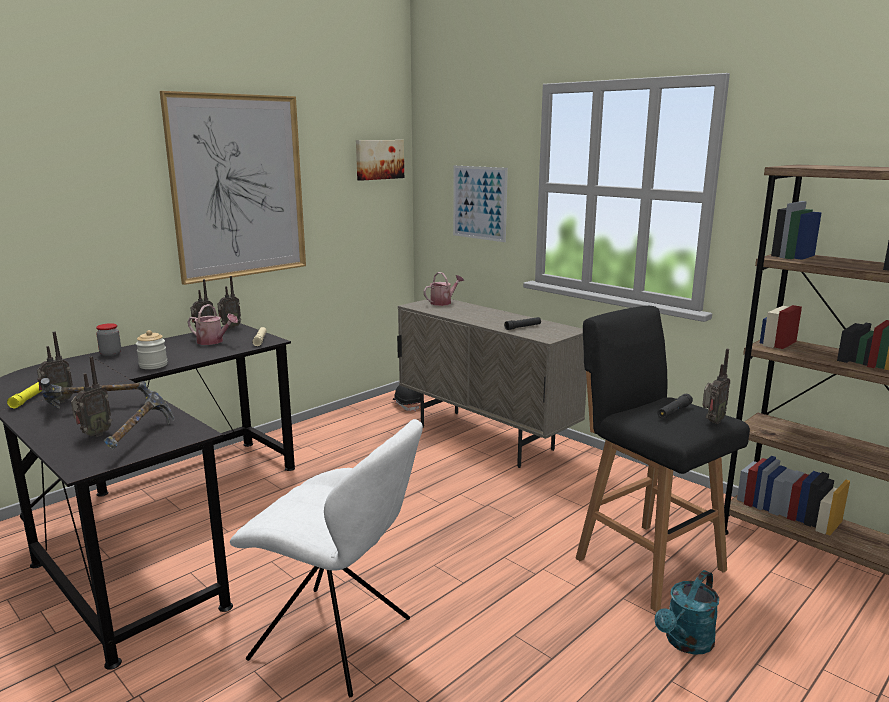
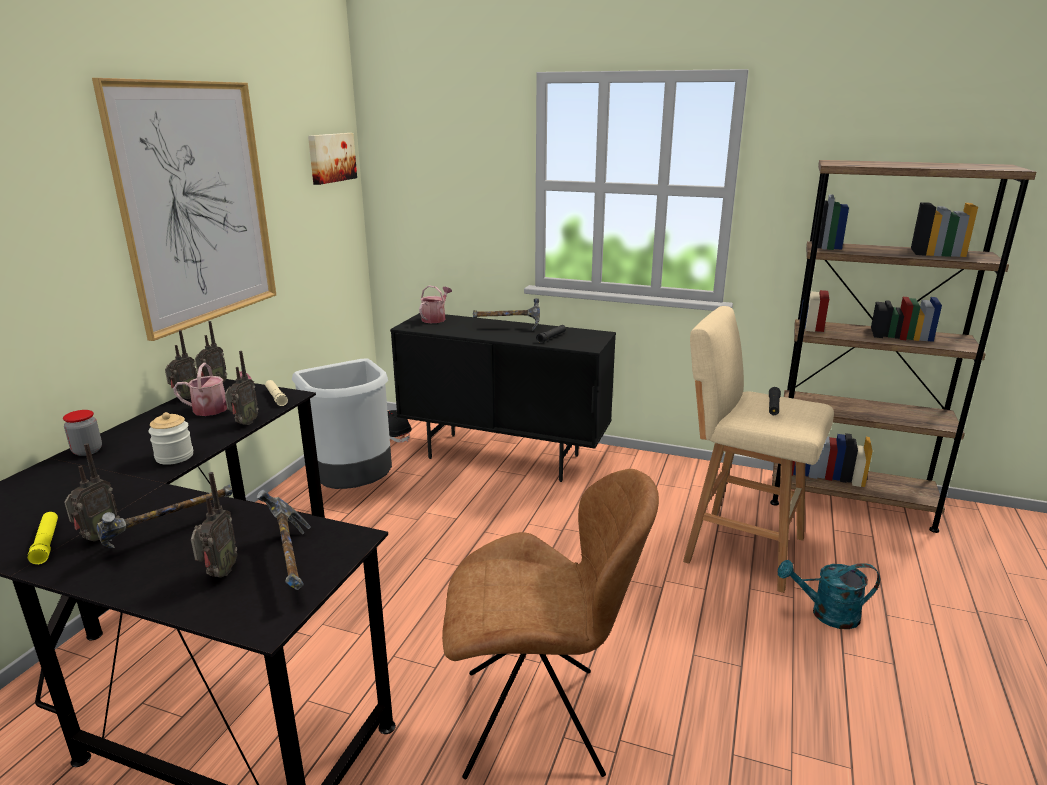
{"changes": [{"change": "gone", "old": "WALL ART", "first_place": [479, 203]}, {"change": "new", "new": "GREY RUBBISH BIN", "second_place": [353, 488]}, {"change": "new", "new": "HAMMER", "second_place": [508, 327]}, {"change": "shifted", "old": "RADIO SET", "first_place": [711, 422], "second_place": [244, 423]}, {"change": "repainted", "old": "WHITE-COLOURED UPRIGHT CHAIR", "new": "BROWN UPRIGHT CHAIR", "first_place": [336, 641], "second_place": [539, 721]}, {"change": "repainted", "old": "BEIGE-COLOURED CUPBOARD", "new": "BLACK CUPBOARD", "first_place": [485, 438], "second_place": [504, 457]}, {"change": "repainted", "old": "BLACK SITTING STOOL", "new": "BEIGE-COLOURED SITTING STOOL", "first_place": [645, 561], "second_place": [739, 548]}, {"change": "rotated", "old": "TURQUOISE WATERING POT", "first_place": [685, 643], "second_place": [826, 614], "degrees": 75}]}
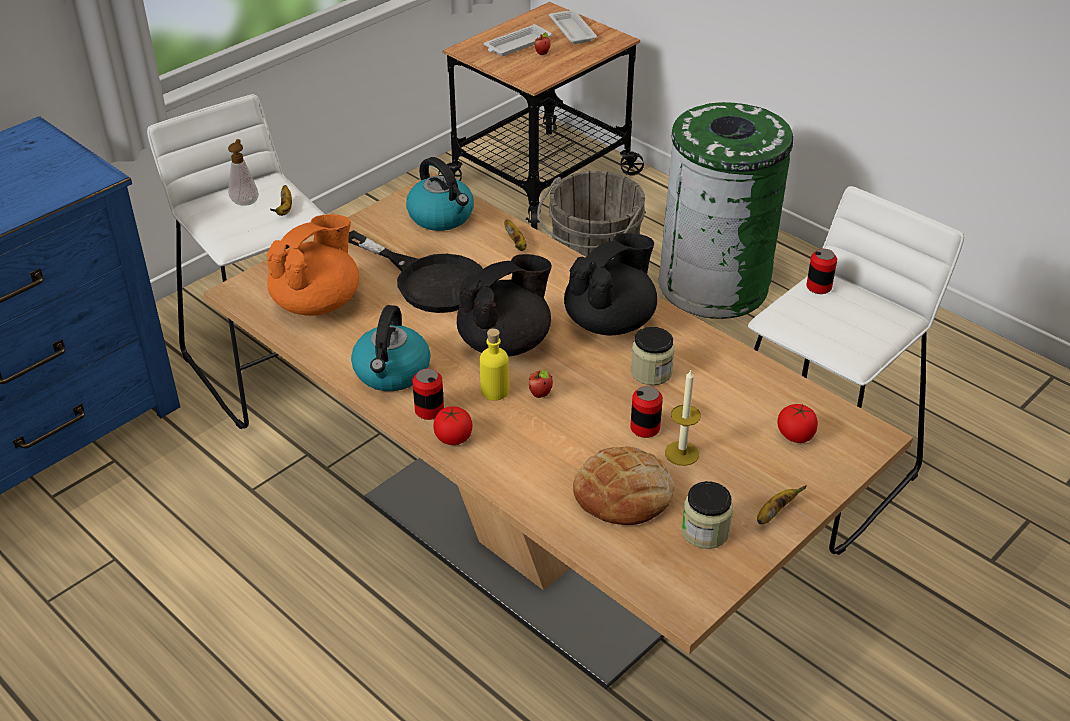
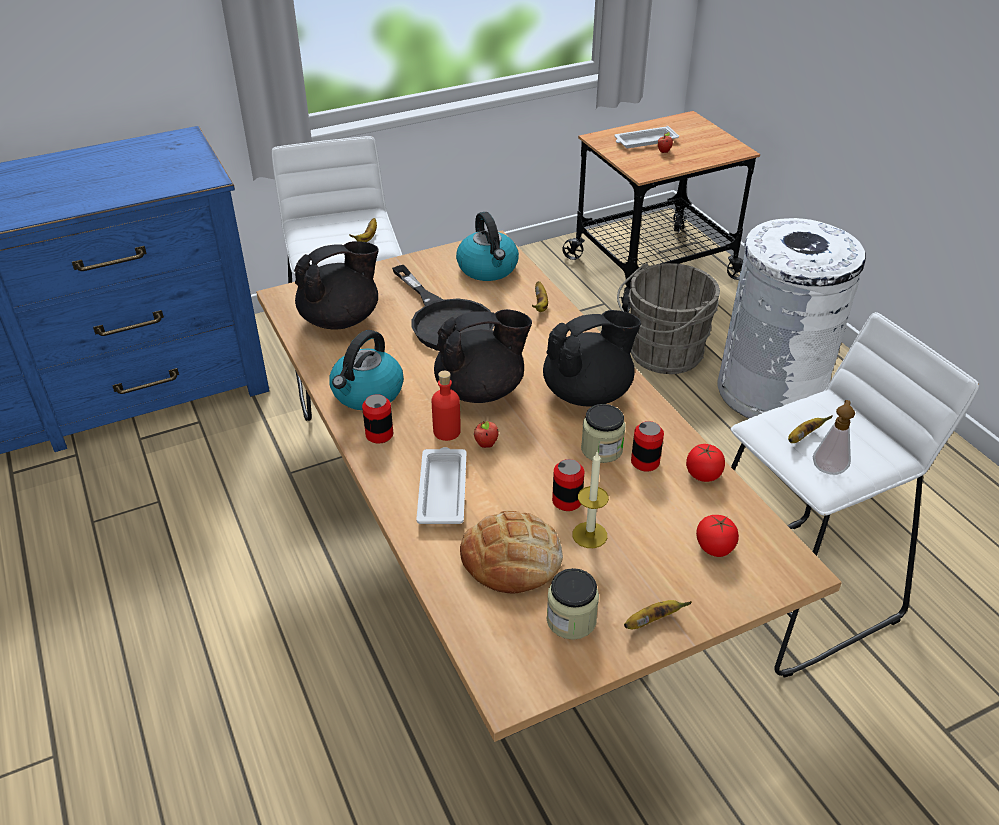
{"changes": [{"change": "new", "new": "BANANA", "second_place": [803, 437]}, {"change": "shifted", "old": "SOAP DISPENSER", "first_place": [245, 201], "second_place": [828, 468]}, {"change": "shifted", "old": "TOMATO", "first_place": [453, 438], "second_place": [703, 474]}, {"change": "shifted", "old": "WHITE-COLOURED CARRYING TRAY", "first_place": [572, 30], "second_place": [442, 490]}, {"change": "shifted", "old": "METAL CAN", "first_place": [819, 287], "second_place": [645, 462]}, {"change": "repainted", "old": "ORANGE TEA POT", "new": "BLACK TEA POT", "first_place": [318, 302], "second_place": [341, 319]}, {"change": "repainted", "old": "YELLOW-COLOURED BOTTLE", "new": "RED BOTTLE", "first_place": [494, 391], "second_place": [447, 431]}, {"change": "repainted", "old": "GREEN RUBBISH BIN", "new": "WHITE-COLOURED RUBBISH BIN", "first_place": [714, 285], "second_place": [770, 391]}]}
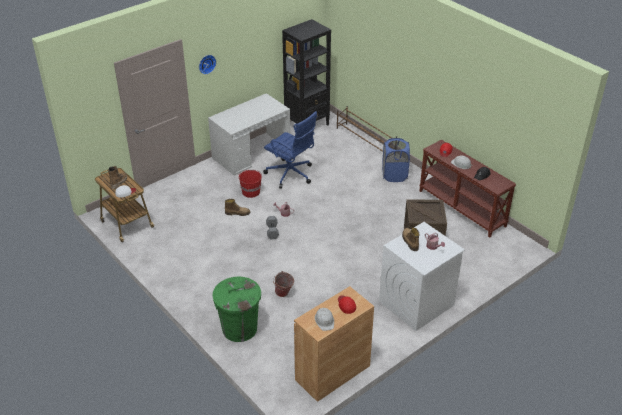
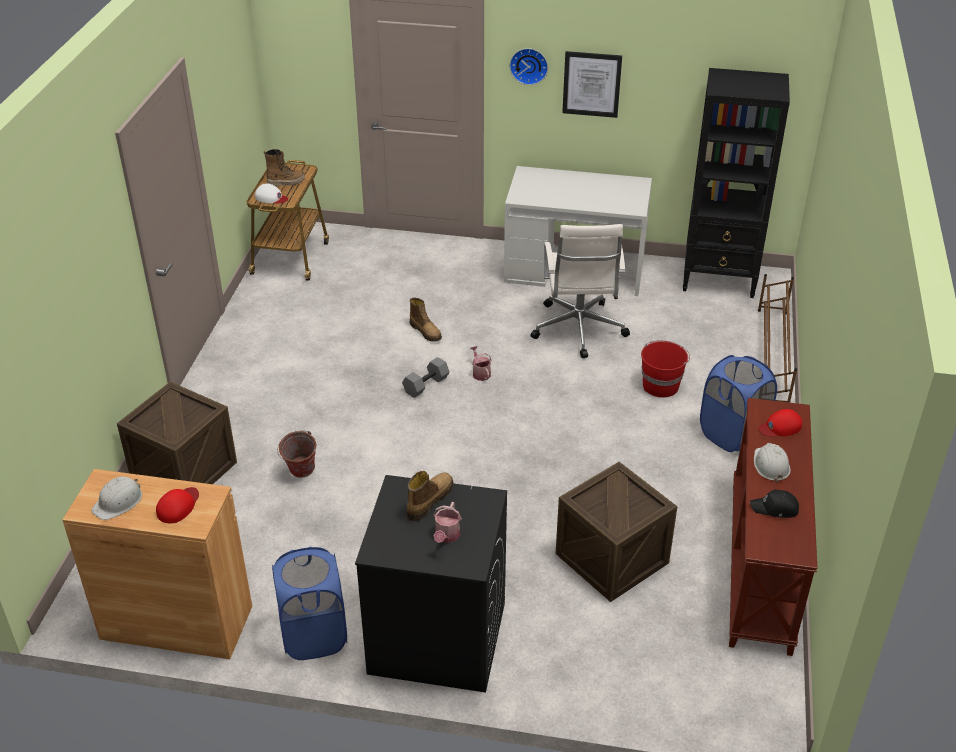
{"changes": [{"change": "new", "new": "BLUISH WASHING BASKET", "second_place": [314, 635]}, {"change": "new", "new": "WALL ART", "second_place": [591, 84]}, {"change": "shifted", "old": "RED PAIL", "first_place": [251, 192], "second_place": [661, 385]}, {"change": "swapped", "old": "GREEN RUBBISH BIN", "new": "CRATE", "first_place": [239, 328], "second_place": [184, 470]}, {"change": "repainted", "old": "BLUISH OFFICE CHAIR", "new": "WHITE-COLOURED OFFICE CHAIR", "first_place": [291, 174], "second_place": [578, 330]}, {"change": "repainted", "old": "WHITE-COLOURED LAUNDRY MACHINE", "new": "BLACK LAUNDRY MACHINE", "first_place": [416, 303], "second_place": [436, 638]}]}
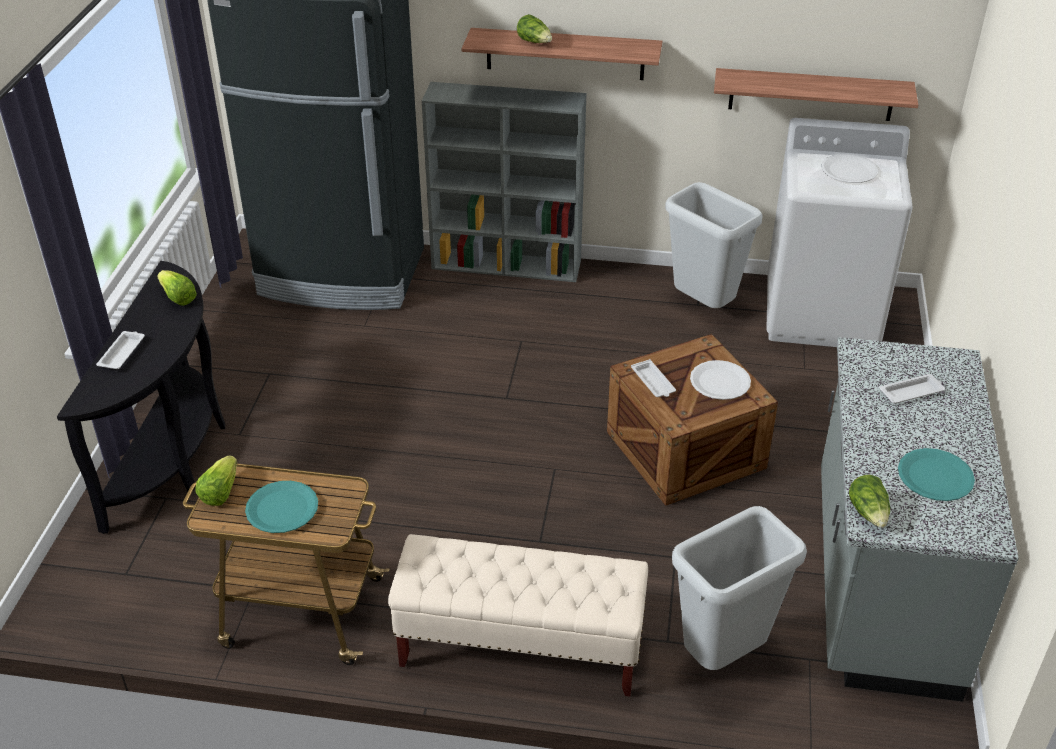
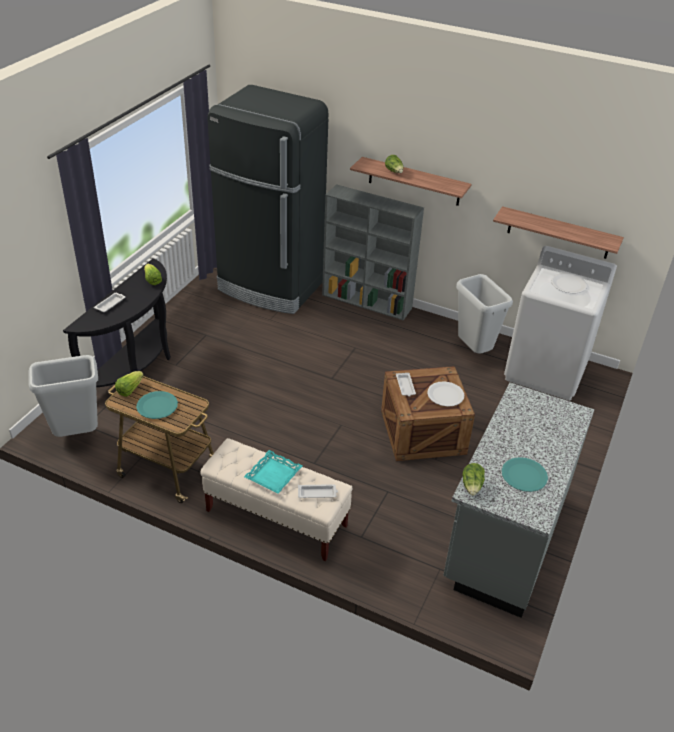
{"changes": [{"change": "new", "new": "TURQUOISE CARRYING TRAY", "second_place": [273, 475]}, {"change": "shifted", "old": "GREY RUBBISH BIN", "first_place": [723, 658], "second_place": [76, 436]}, {"change": "shifted", "old": "WHITE-COLOURED CARRYING TRAY", "first_place": [912, 392], "second_place": [317, 493]}]}
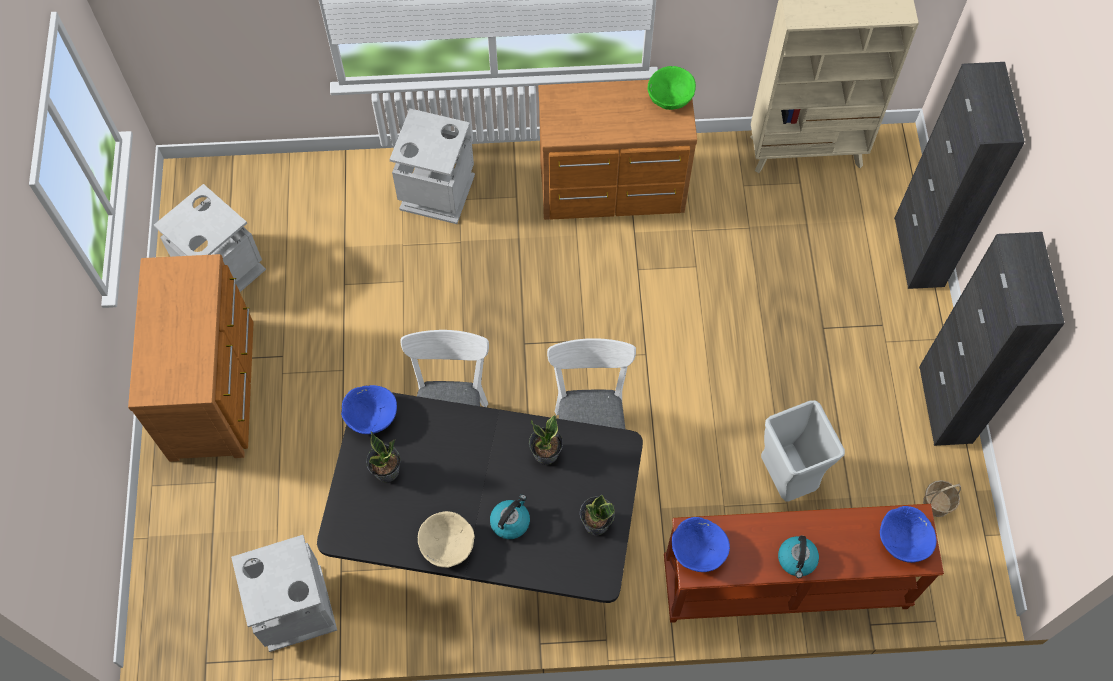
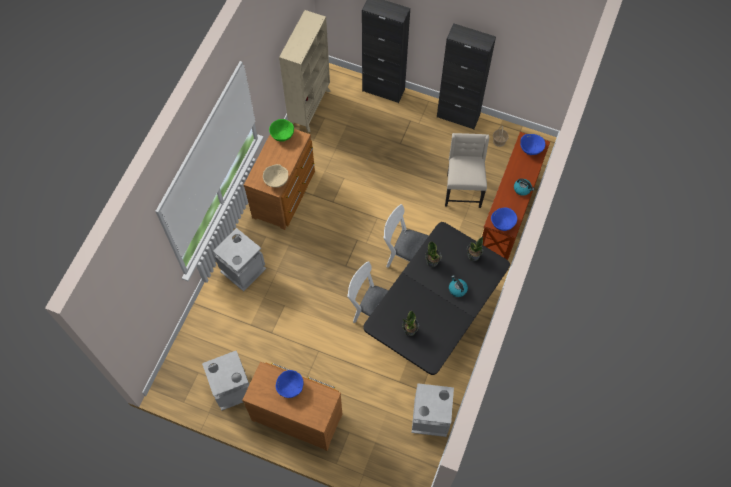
{"changes": [{"change": "shifted", "old": "BLUISH BOWL", "first_place": [371, 416], "second_place": [290, 387]}, {"change": "shifted", "old": "BEIGE-COLOURED BOWL", "first_place": [447, 546], "second_place": [276, 180]}, {"change": "swapped", "old": "GREY RUBBISH BIN", "new": "BEIGE-COLOURED UPRIGHT CHAIR", "first_place": [786, 478], "second_place": [462, 190]}]}
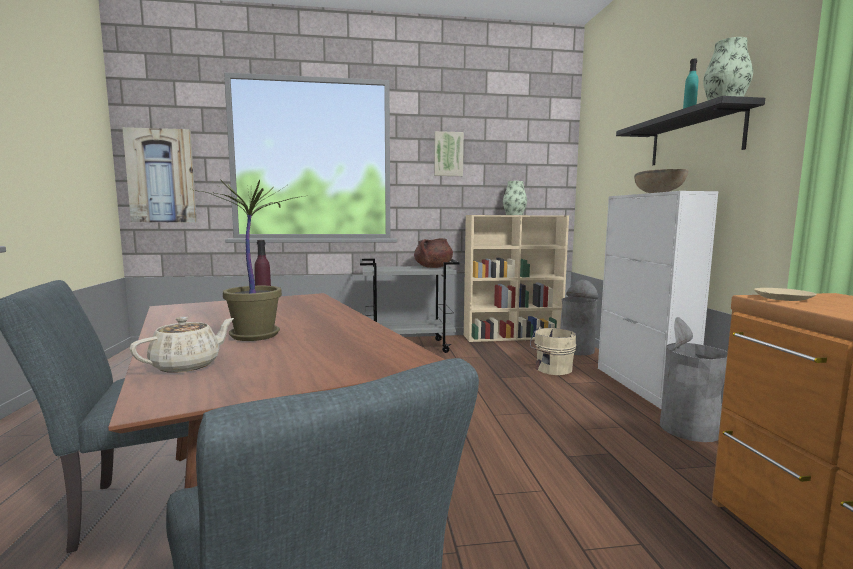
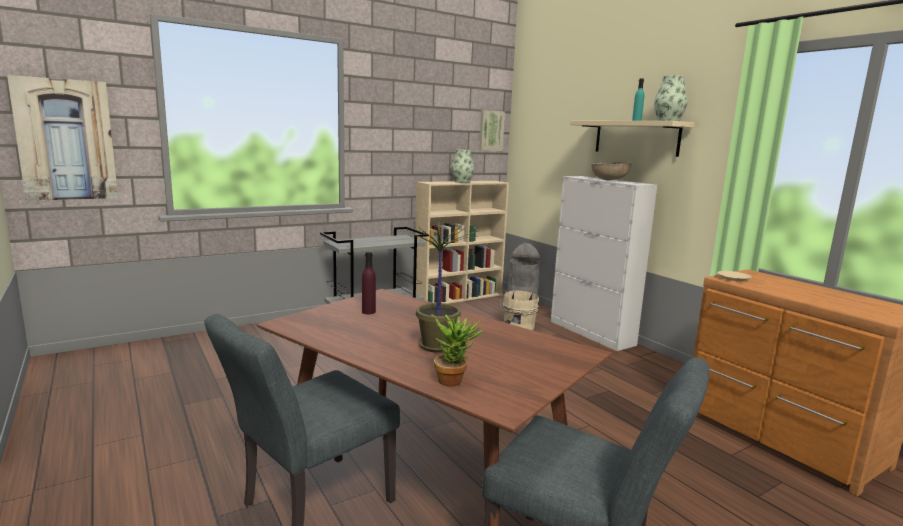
{"changes": [{"change": "gone", "old": "BROWN SAUCEPOT", "first_place": [433, 267]}, {"change": "gone", "old": "GREY RUBBISH BIN", "first_place": [689, 429]}, {"change": "shifted", "old": "WALL ART", "first_place": [448, 154], "second_place": [490, 131]}, {"change": "swapped", "old": "BEIGE-COLOURED TEA POT", "new": "PLANT IN A POT", "first_place": [187, 365], "second_place": [454, 380]}, {"change": "repainted", "old": "BLACK SHELF", "new": "BEIGE-COLOURED SHELF", "first_place": [695, 138], "second_place": [636, 138]}]}
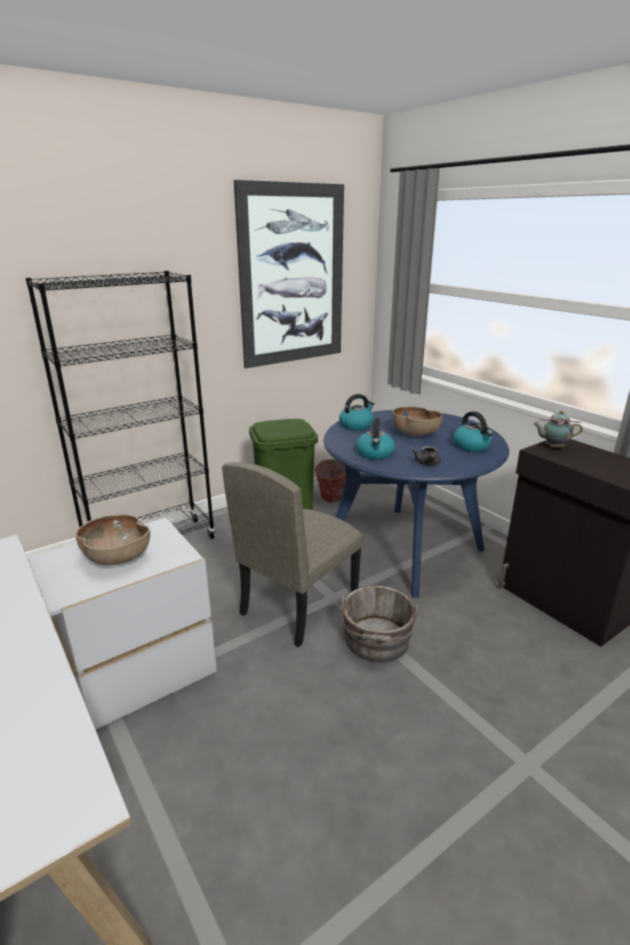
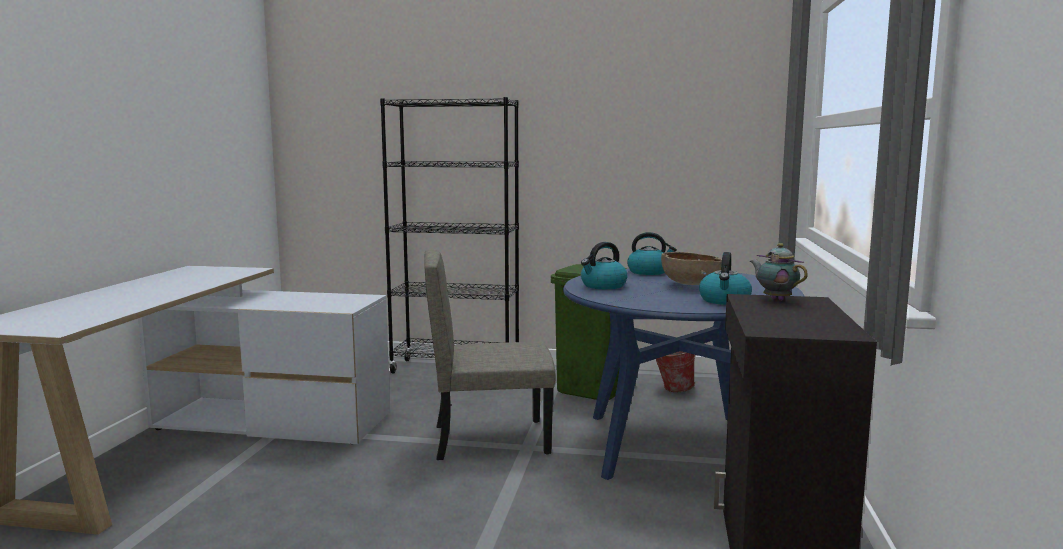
{"changes": [{"change": "gone", "old": "BROWN BOWL", "first_place": [116, 557]}, {"change": "gone", "old": "WALL ART", "first_place": [293, 276]}, {"change": "gone", "old": "GREY PAIL", "first_place": [377, 642]}, {"change": "gone", "old": "GREY TEA POT", "first_place": [428, 463]}]}
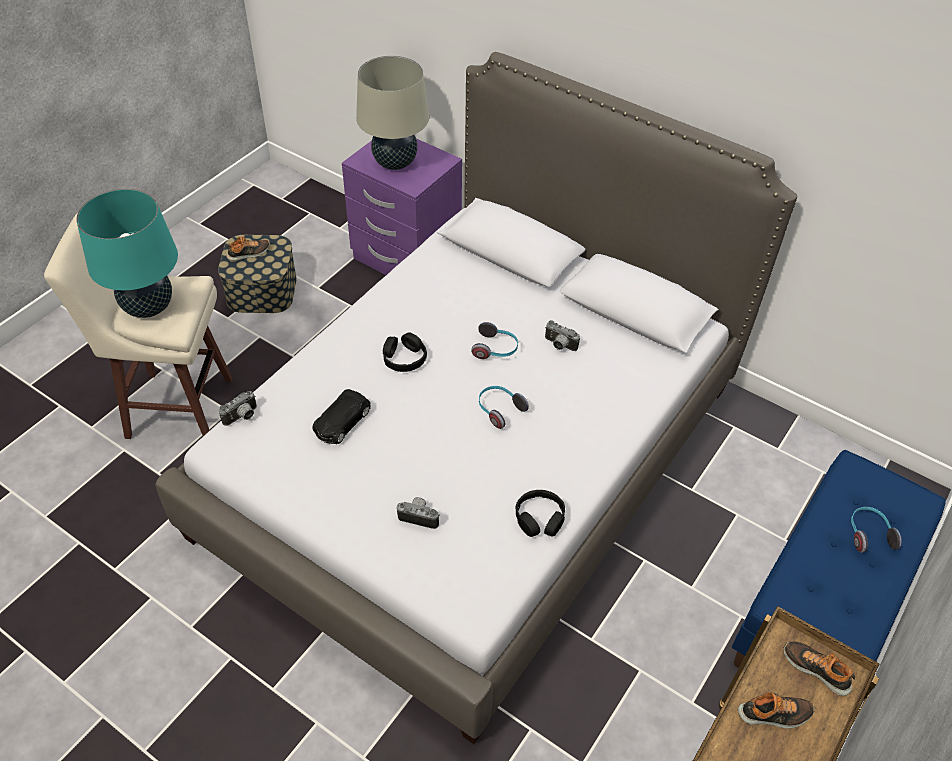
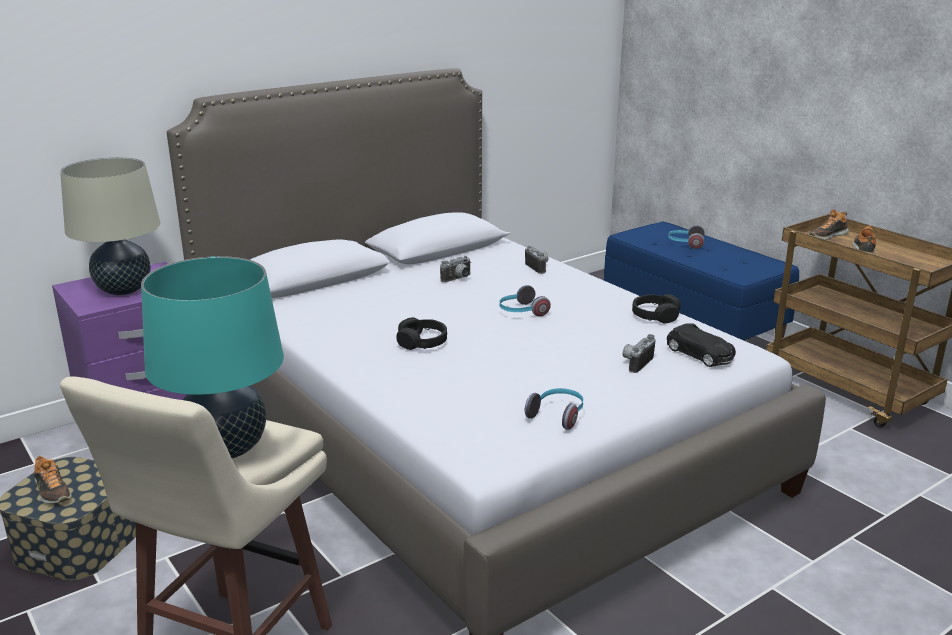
{"changes": [{"change": "shifted", "old": "PHOTO CAMERA", "first_place": [242, 417], "second_place": [539, 267]}, {"change": "shifted", "old": "BLACK MINIATURE CAR", "first_place": [341, 422], "second_place": [700, 354]}, {"change": "shifted", "old": "HEADPHONES", "first_place": [495, 349], "second_place": [558, 415]}, {"change": "rotated", "old": "LOW SHOE", "first_place": [249, 253], "second_place": [52, 492], "degrees": 150}]}
